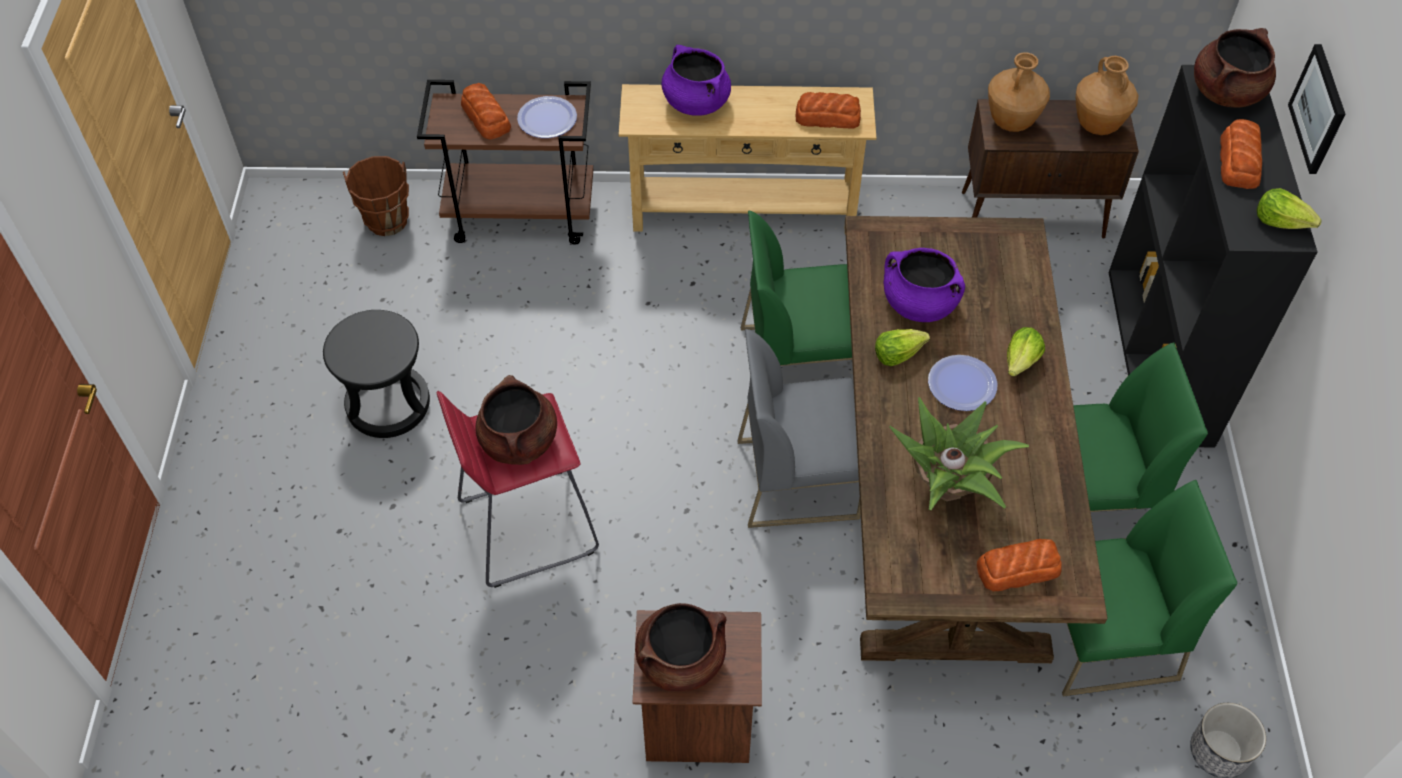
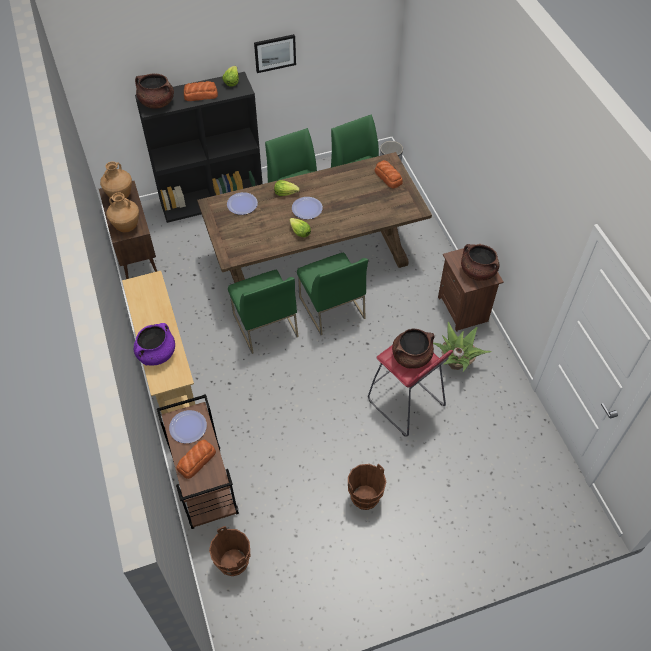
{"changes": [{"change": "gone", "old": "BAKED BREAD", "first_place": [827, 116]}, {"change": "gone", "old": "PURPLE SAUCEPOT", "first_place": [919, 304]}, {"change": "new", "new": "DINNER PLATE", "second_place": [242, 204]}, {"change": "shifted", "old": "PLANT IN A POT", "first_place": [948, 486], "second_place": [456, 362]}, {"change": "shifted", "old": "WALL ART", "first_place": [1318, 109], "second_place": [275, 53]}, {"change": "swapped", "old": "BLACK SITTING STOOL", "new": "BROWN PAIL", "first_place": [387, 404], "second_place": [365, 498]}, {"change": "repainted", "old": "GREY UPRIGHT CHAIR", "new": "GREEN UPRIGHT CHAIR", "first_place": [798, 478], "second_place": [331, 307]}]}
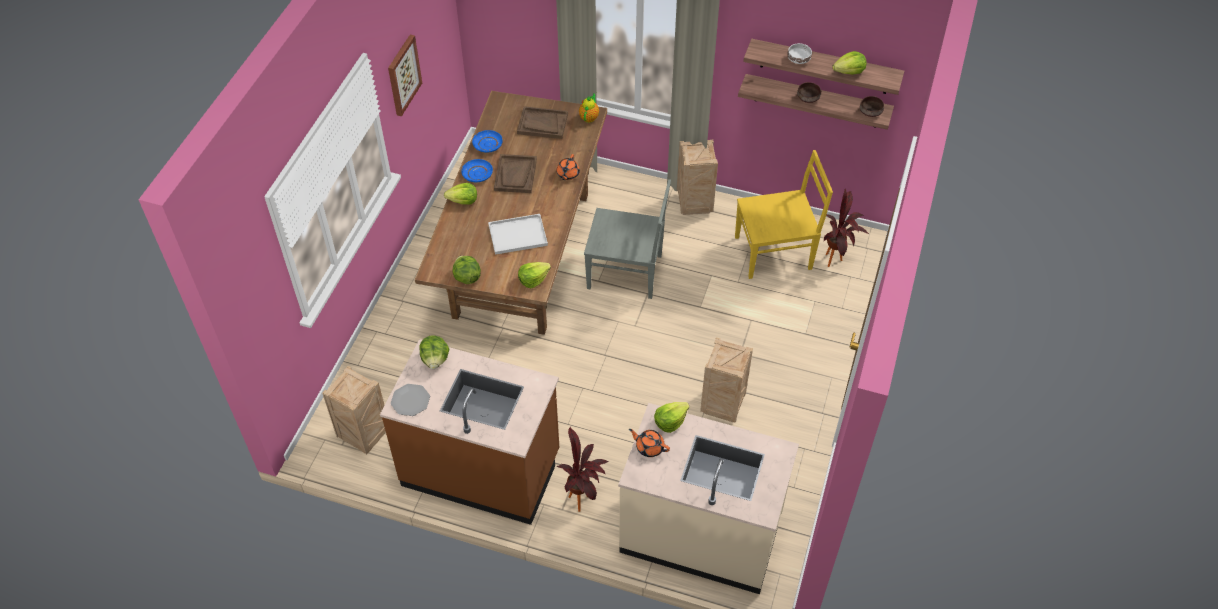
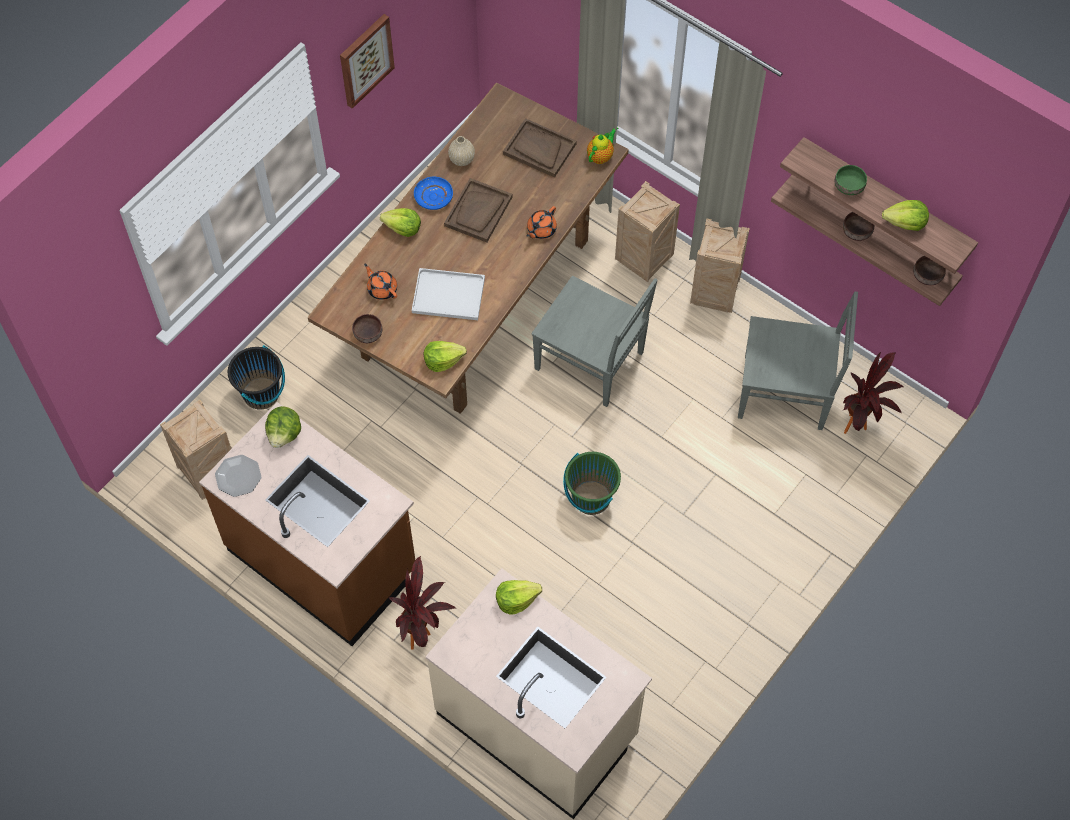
{"changes": [{"change": "new", "new": "BLACK PAIL", "second_place": [261, 394]}, {"change": "new", "new": "GREEN PAIL", "second_place": [591, 498]}, {"change": "shifted", "old": "ORANGE TEA POT", "first_place": [649, 447], "second_place": [382, 289]}, {"change": "shifted", "old": "CRATE", "first_place": [723, 406], "second_place": [643, 261]}, {"change": "swapped", "old": "HEAD OF LETTUCE", "new": "BROWN BOWL", "first_place": [467, 277], "second_place": [367, 333]}, {"change": "swapped", "old": "BLUISH DINNER PLATE", "new": "BEIGE-COLOURED FLOWER VASE", "first_place": [487, 145], "second_place": [461, 159]}, {"change": "repainted", "old": "YELLOW-COLOURED UPRIGHT CHAIR", "new": "GREY UPRIGHT CHAIR", "first_place": [775, 252], "second_place": [786, 393]}, {"change": "repainted", "old": "WHITE-COLOURED BOWL", "new": "GREEN BOWL", "first_place": [799, 59], "second_place": [849, 185]}]}
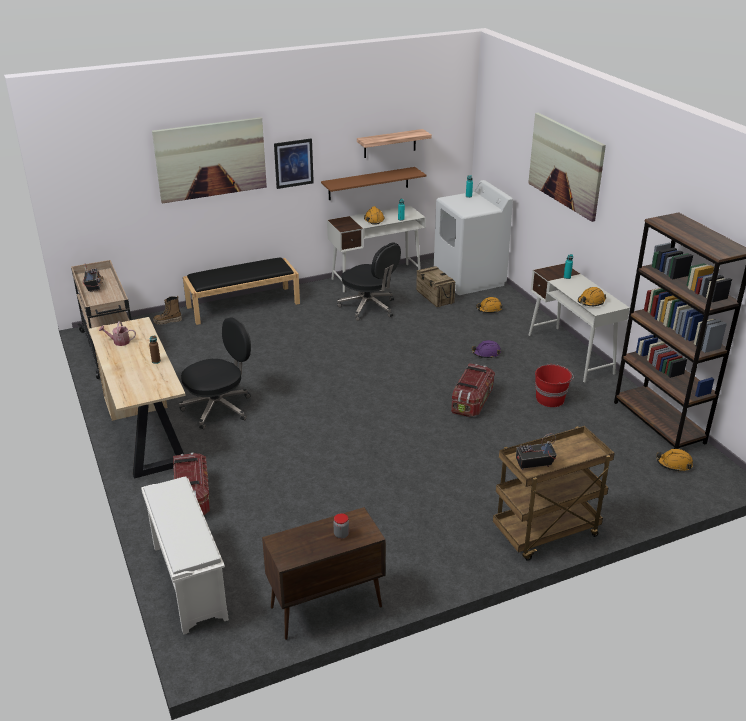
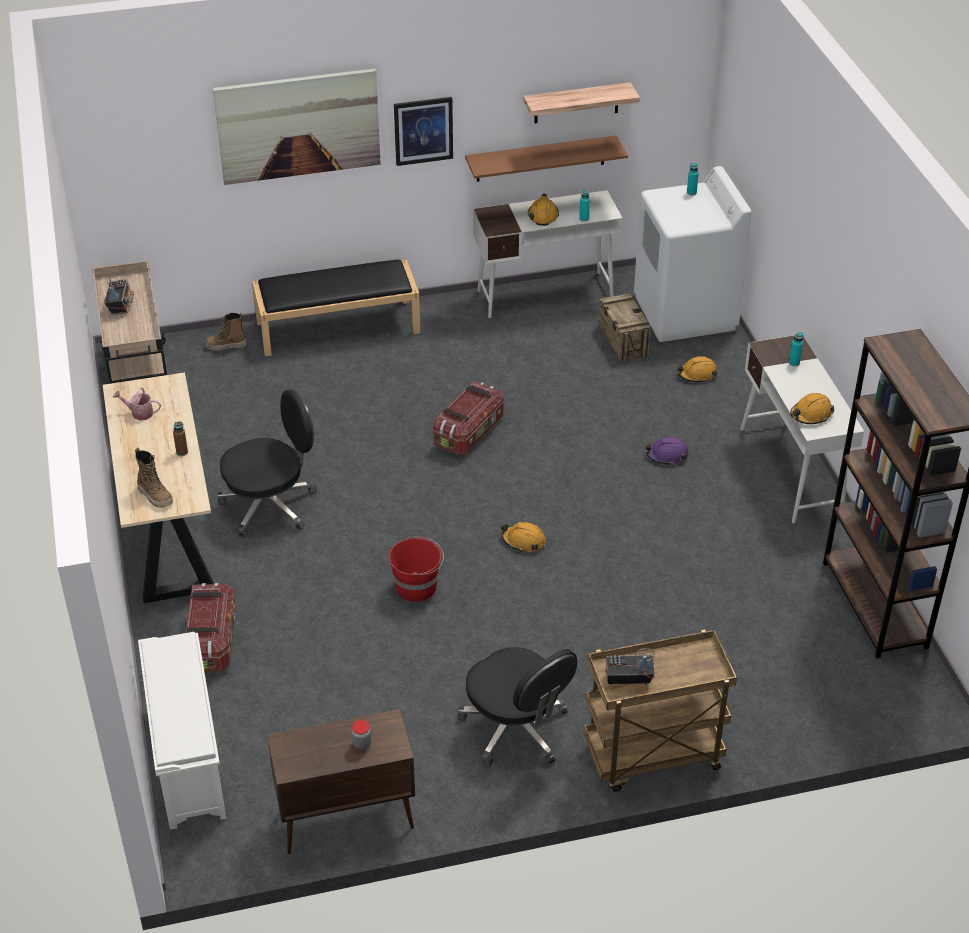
{"changes": [{"change": "gone", "old": "WALL ART", "first_place": [565, 165]}, {"change": "new", "new": "TALL BOOT", "second_place": [155, 496]}, {"change": "shifted", "old": "BLACK OFFICE CHAIR", "first_place": [369, 308], "second_place": [516, 730]}, {"change": "shifted", "old": "STORAGE BOX", "first_place": [472, 401], "second_place": [469, 432]}, {"change": "shifted", "old": "RED PAIL", "first_place": [550, 399], "second_place": [417, 587]}, {"change": "shifted", "old": "ORANGE WORK HELMET", "first_place": [674, 464], "second_place": [524, 541]}]}
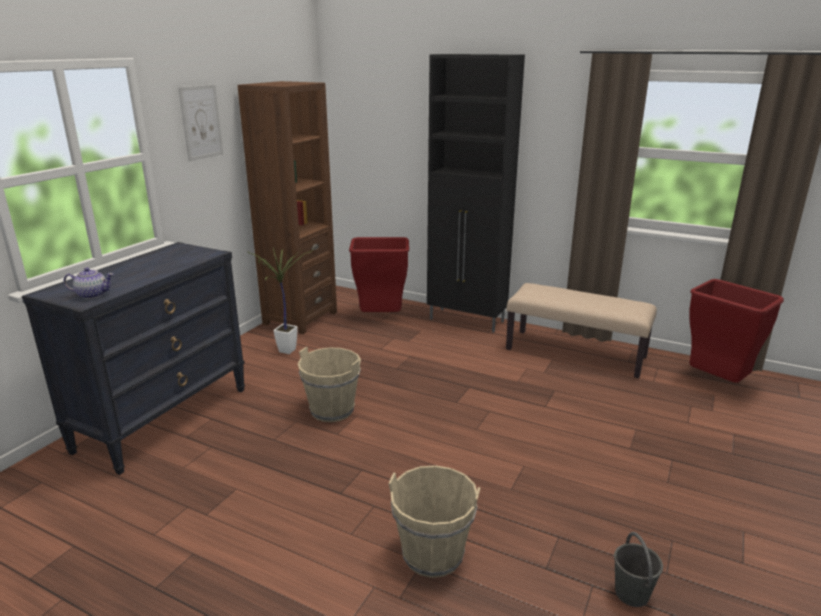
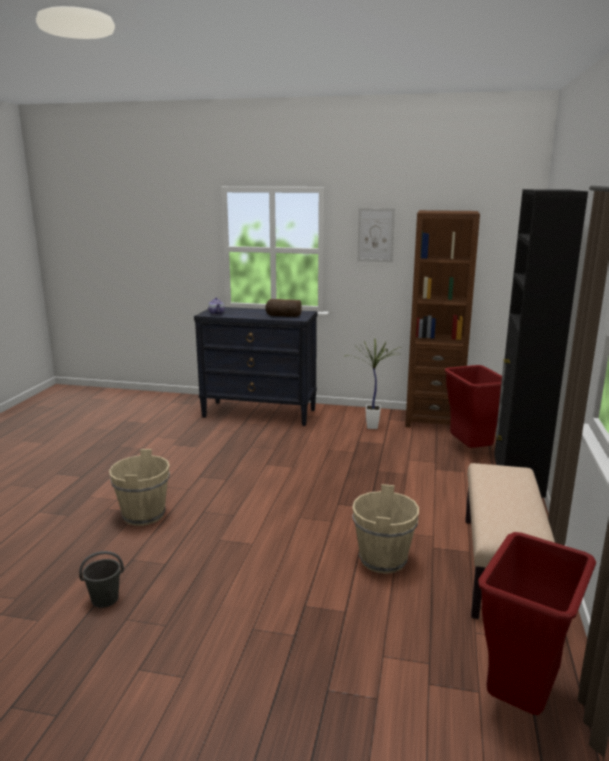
{"changes": [{"change": "new", "new": "BAKED BREAD", "second_place": [283, 316]}, {"change": "shifted", "old": "BEIGE-COLOURED PAIL", "first_place": [332, 410], "second_place": [383, 560]}]}
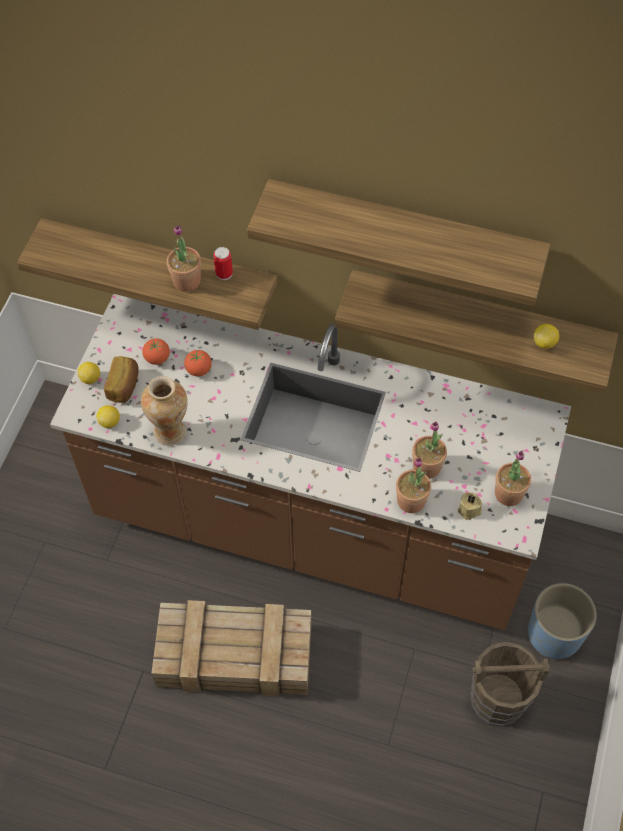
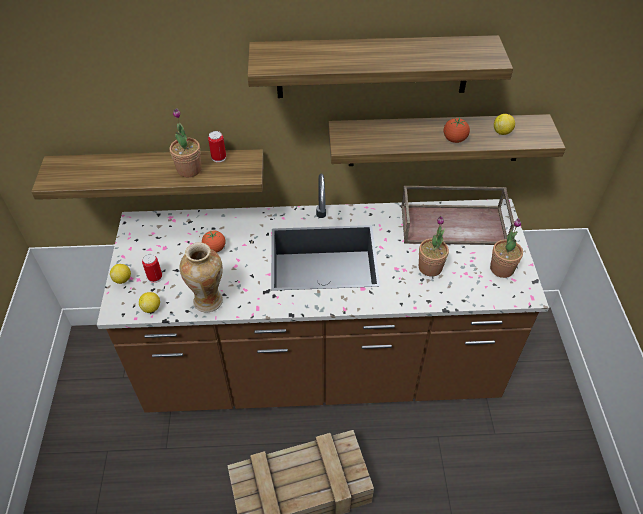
{"changes": [{"change": "gone", "old": "PLANT IN A POT", "first_place": [411, 500]}, {"change": "gone", "old": "BEIGE-COLOURED WAX CANDLE", "first_place": [469, 510]}, {"change": "gone", "old": "BROWN PAIL", "first_place": [498, 699]}, {"change": "gone", "old": "BLUISH FLOWER POT", "first_place": [554, 634]}, {"change": "new", "new": "BROWN CARRYING TRAY", "second_place": [454, 224]}, {"change": "shifted", "old": "TOMATO", "first_place": [157, 358], "second_place": [454, 139]}, {"change": "swapped", "old": "BAKED BREAD", "new": "METAL CAN", "first_place": [124, 386], "second_place": [155, 277]}]}
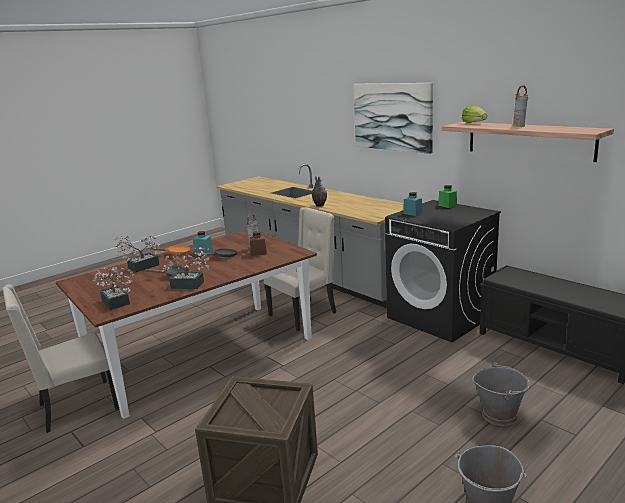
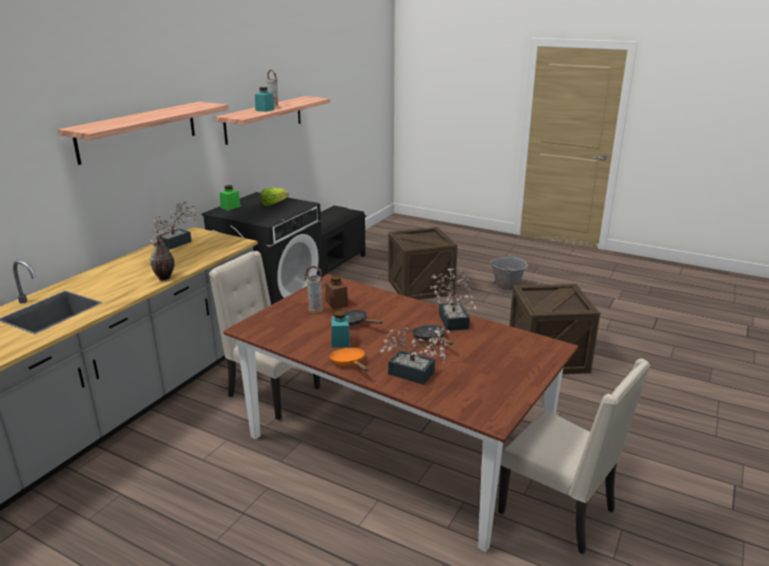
{"changes": [{"change": "shifted", "old": "PLANT IN A POT", "first_place": [116, 303], "second_place": [178, 242]}, {"change": "shifted", "old": "TURQUOISE STORAGE JAR", "first_place": [412, 213], "second_place": [265, 110]}, {"change": "shifted", "old": "HEAD OF LETTUCE", "first_place": [474, 123], "second_place": [273, 204]}, {"change": "swapped", "old": "WALL ART", "new": "SHELF", "first_place": [392, 116], "second_place": [138, 131]}, {"change": "swapped", "old": "GREY PAIL", "new": "CRATE", "first_place": [499, 414], "second_place": [420, 287]}]}
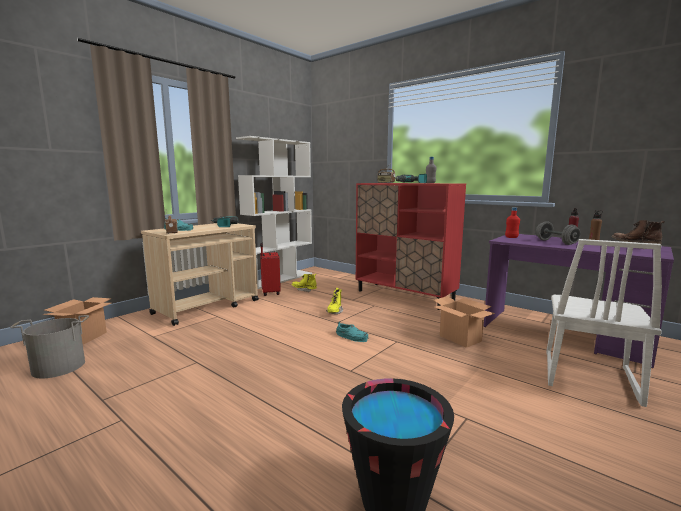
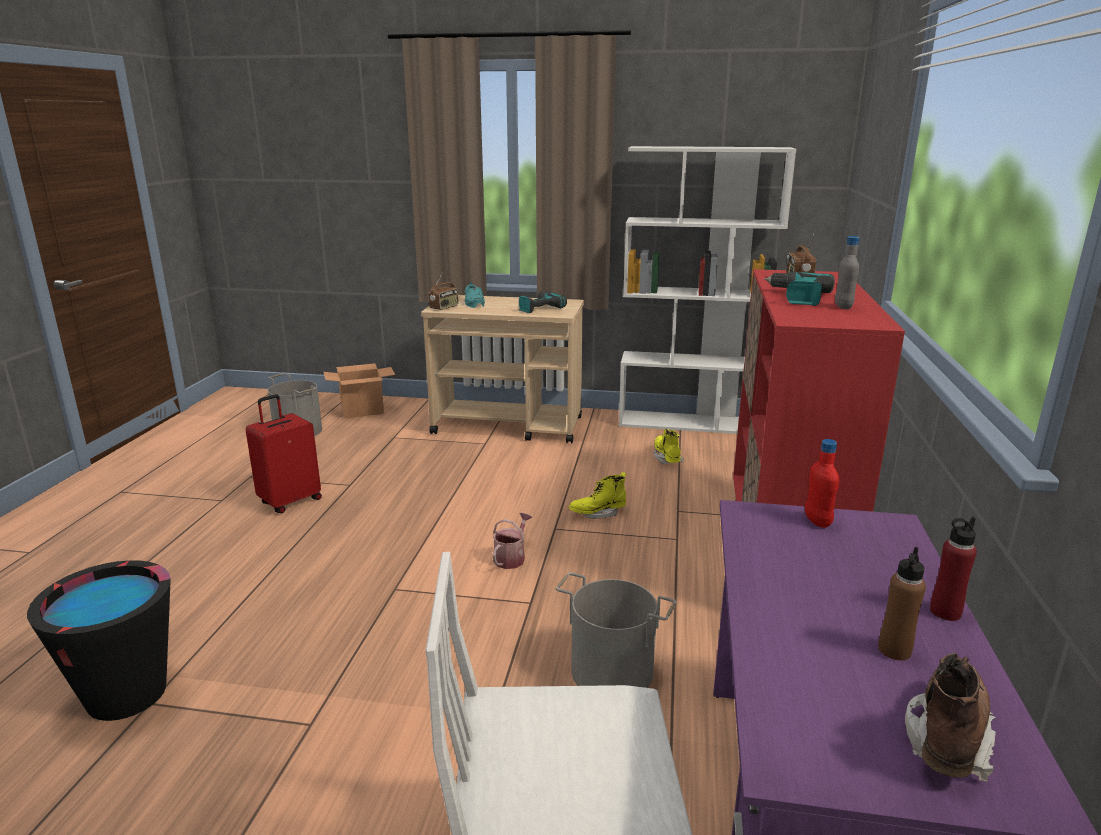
{"changes": [{"change": "gone", "old": "GREY DUMBBELL", "first_place": [556, 242]}, {"change": "shifted", "old": "RED SUITCASE", "first_place": [270, 293], "second_place": [290, 501]}, {"change": "swapped", "old": "TURQUOISE LOW SHOE", "new": "WATERING POT", "first_place": [352, 336], "second_place": [511, 557]}, {"change": "swapped", "old": "CARDBOARD BOX", "new": "GREY PAIL", "first_place": [460, 339], "second_place": [611, 672]}]}
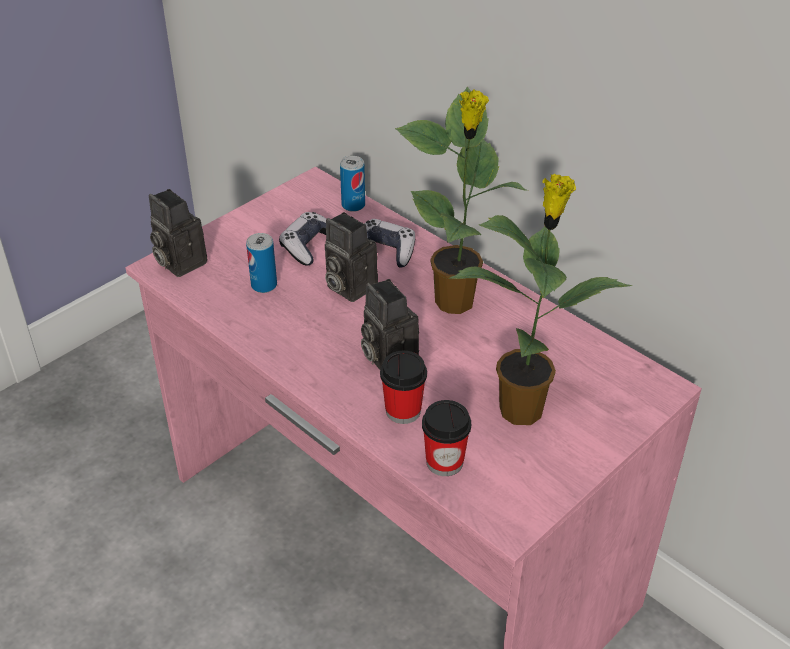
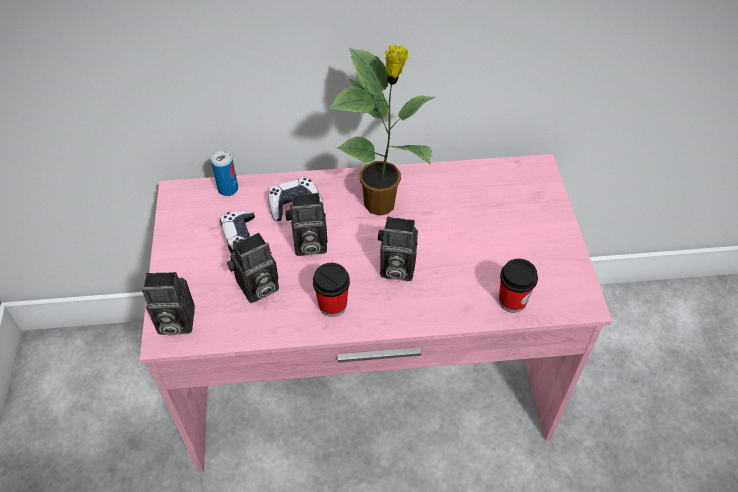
{"changes": [{"change": "gone", "old": "PLANT IN A POT", "first_place": [523, 408]}, {"change": "shifted", "old": "CUP", "first_place": [403, 411], "second_place": [332, 305]}, {"change": "swapped", "old": "METAL CAN", "new": "PHOTO CAMERA", "first_place": [264, 285], "second_place": [257, 288]}]}
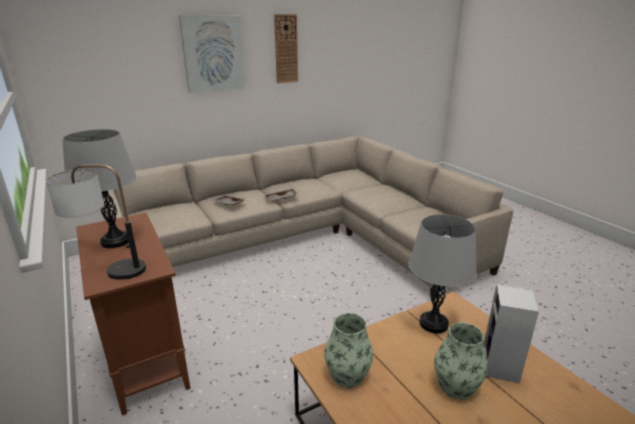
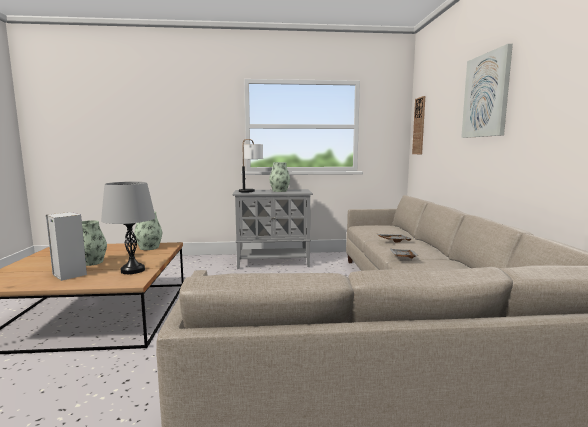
{"changes": [{"change": "shifted", "old": "WALL CLOCK", "first_place": [286, 49], "second_place": [419, 126]}, {"change": "swapped", "old": "GREY LAMP FOR A TABLE", "new": "FLOWER VASE", "first_place": [115, 241], "second_place": [279, 191]}, {"change": "repainted", "old": "BROWN CUPBOARD", "new": "GREY CUPBOARD", "first_place": [145, 357], "second_place": [274, 262]}]}
